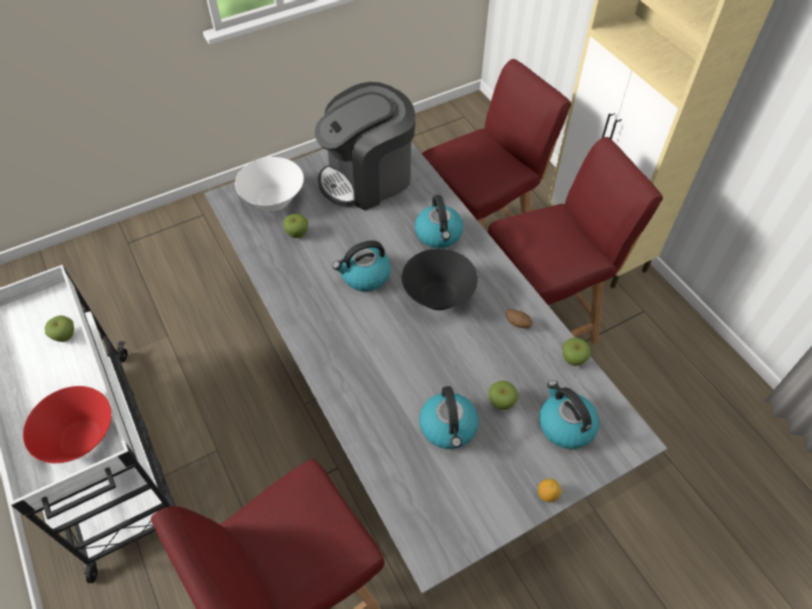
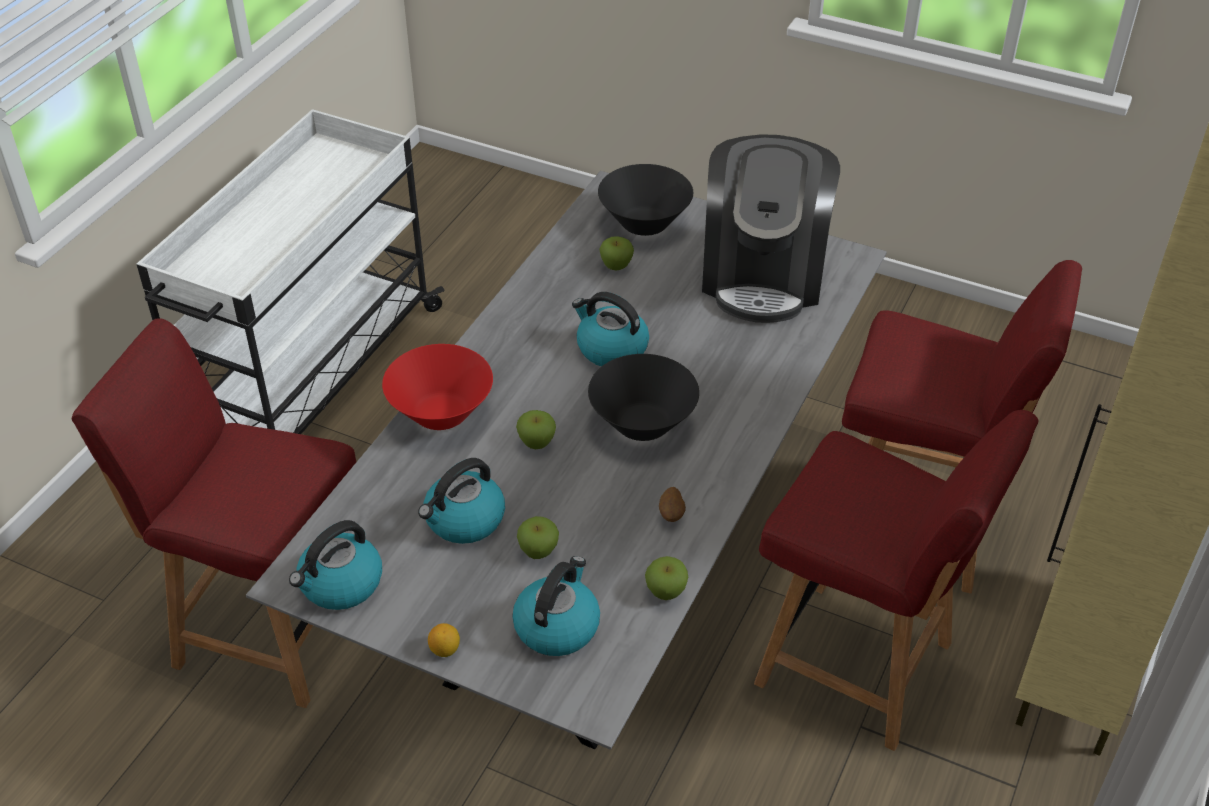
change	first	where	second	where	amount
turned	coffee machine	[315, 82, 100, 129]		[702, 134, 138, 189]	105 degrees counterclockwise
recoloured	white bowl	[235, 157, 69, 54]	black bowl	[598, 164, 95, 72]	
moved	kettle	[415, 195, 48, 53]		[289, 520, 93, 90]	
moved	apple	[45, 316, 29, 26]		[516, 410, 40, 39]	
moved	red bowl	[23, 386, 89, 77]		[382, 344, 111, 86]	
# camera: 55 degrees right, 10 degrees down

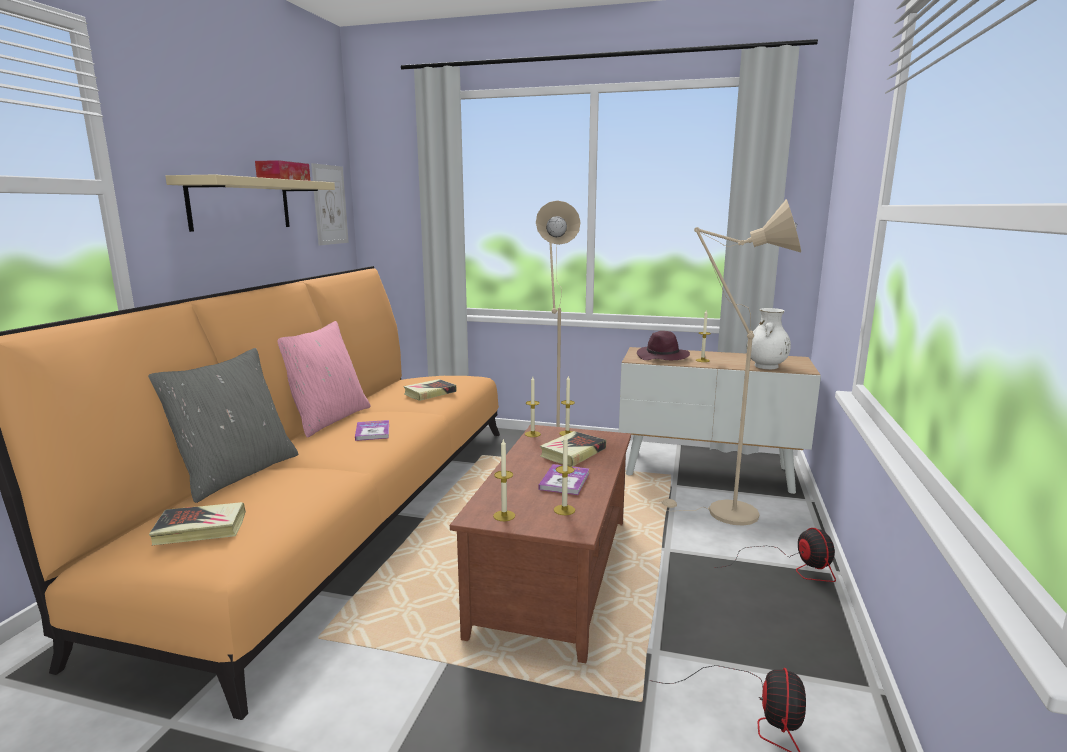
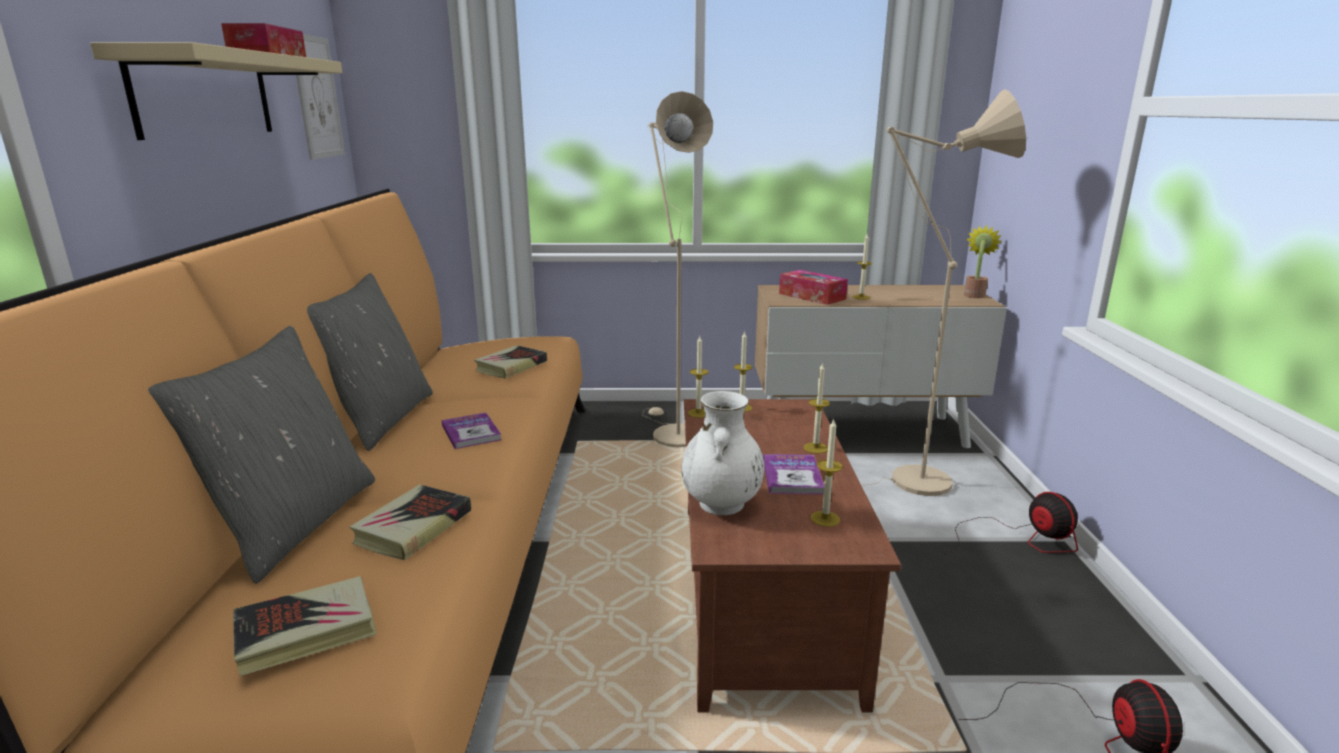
change	first	where	second	where	amount
moved	white vase	[747, 308, 44, 61]		[682, 391, 82, 124]	
recoloured	pink pillow	[278, 321, 93, 117]	grey pillow	[307, 273, 126, 178]	
replaced	purple hat	[637, 331, 53, 29]	tissue box	[779, 270, 69, 35]	
moved	book	[540, 431, 66, 35]		[349, 484, 122, 77]	
moved	candle	[493, 439, 22, 82]		[804, 362, 26, 92]	
added			potted plant	[964, 225, 38, 73]	
# camera: 15 degrees left, 5 degrees up

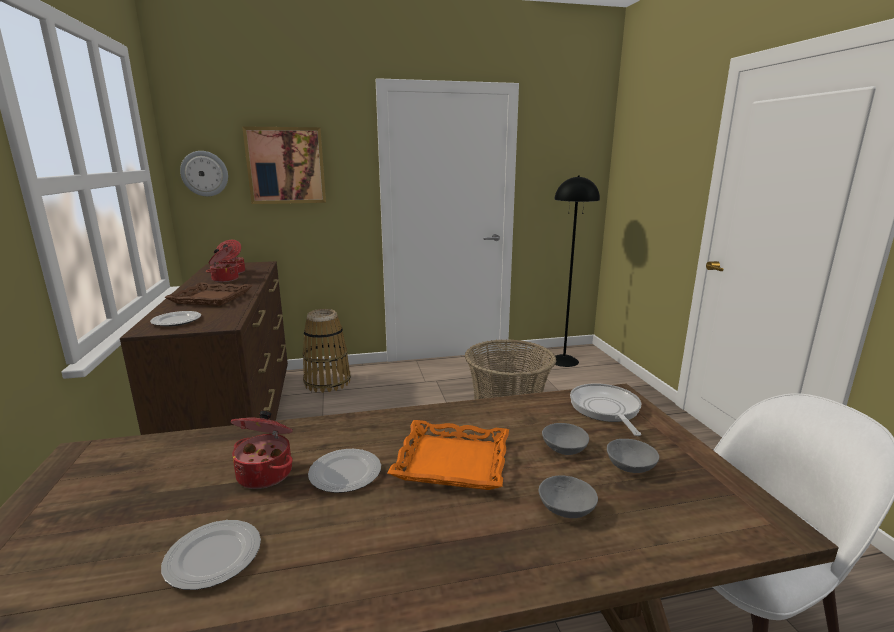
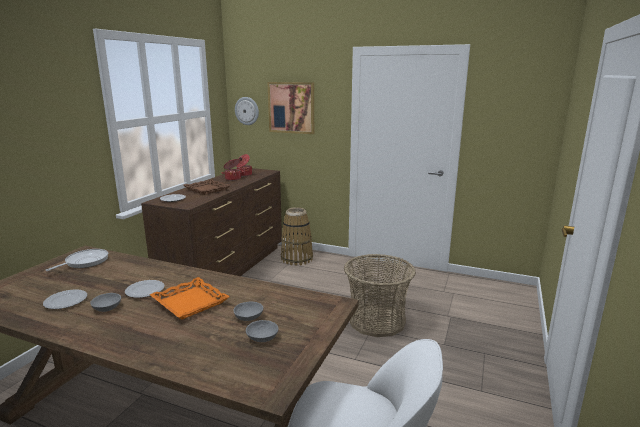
change	first	where	second	where	amount
removed	black floor lamp	[550, 176, 50, 191]			
moved	frying pan	[570, 383, 71, 53]		[45, 249, 63, 22]	
removed	cooking pot	[231, 411, 62, 78]			
moved	grey bowl	[538, 475, 60, 43]		[90, 293, 31, 19]	
# camera: 35 degrees right, 0 degrees up

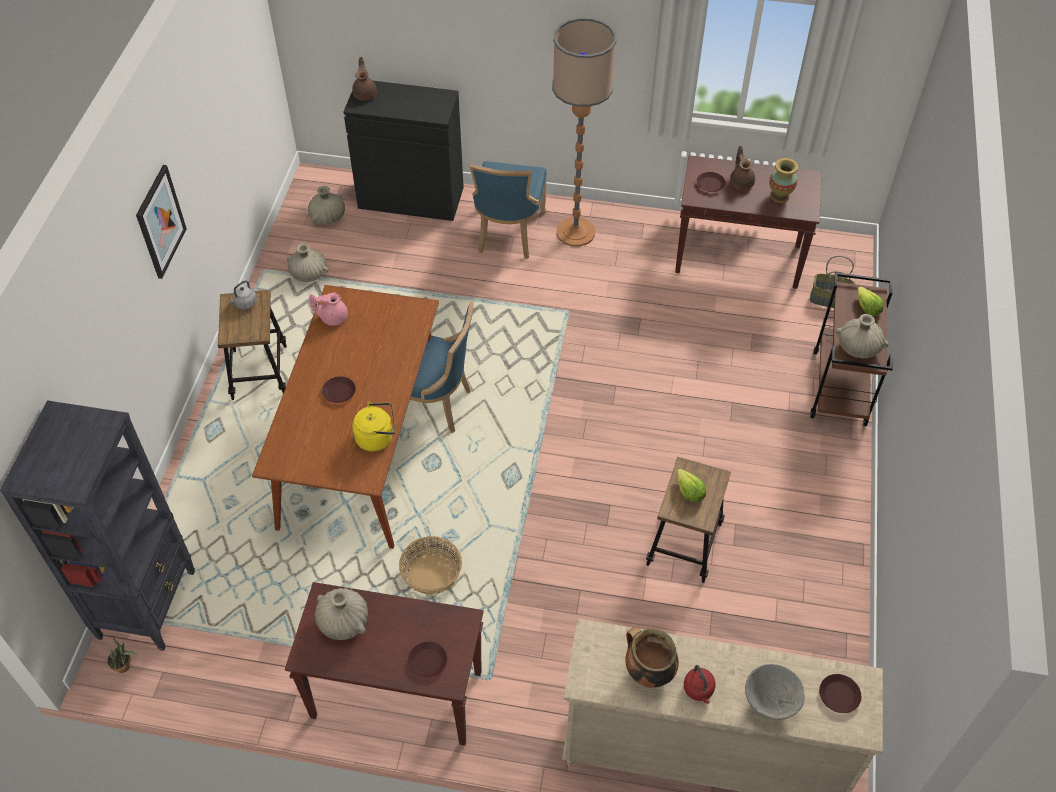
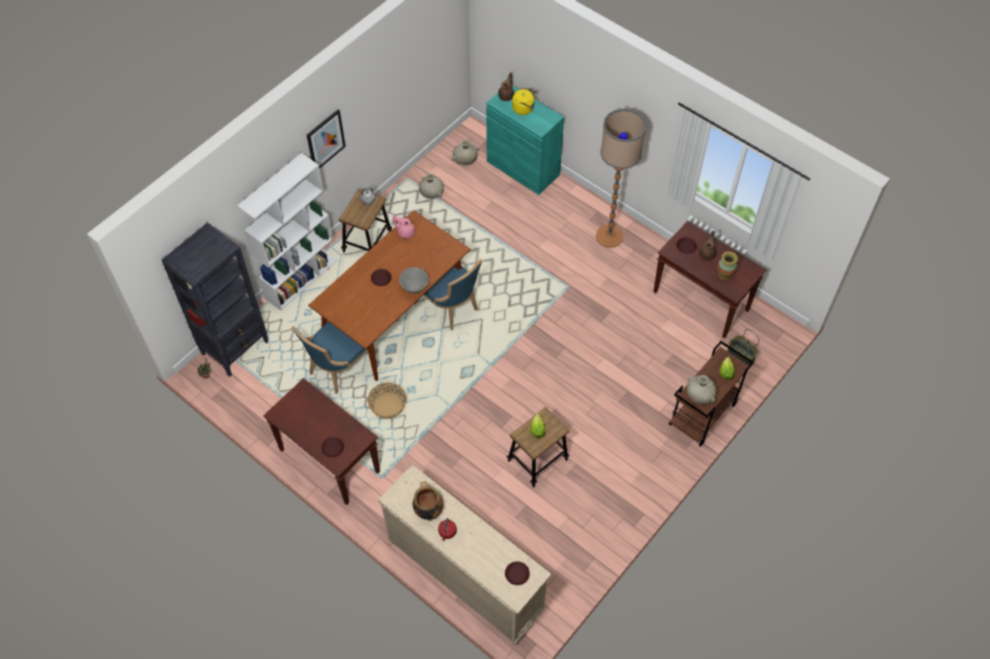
change	first	where	second	where	amount
recoloured	black cabinet	[343, 81, 121, 140]	turquoise cabinet	[486, 85, 78, 110]	
moved	blue chair	[470, 161, 77, 98]		[291, 321, 86, 73]	
moved	yellow kettle	[352, 402, 43, 49]		[512, 88, 26, 27]	
removed	beige vase	[315, 588, 53, 52]			
moved	grey bowl	[745, 664, 60, 56]		[399, 267, 30, 27]	
added			white bookcase	[237, 153, 100, 158]	
# camera: 30 degrees right, 5 degrees up

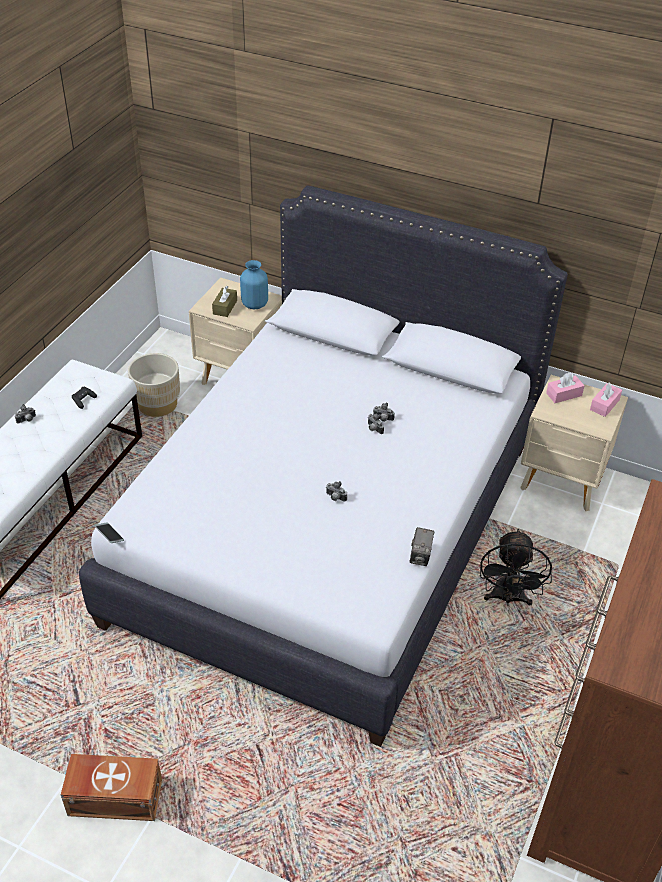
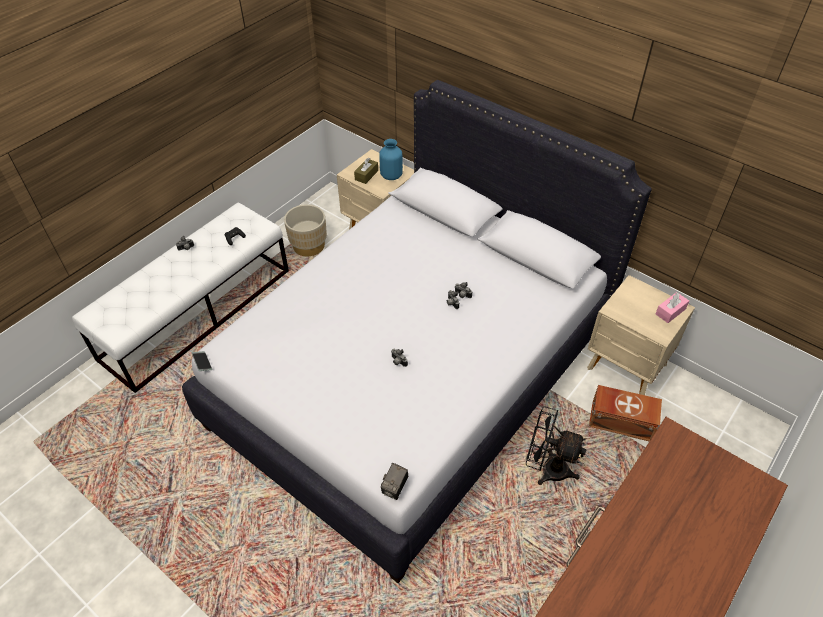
change	first	where	second	where	amount
removed	pink tissue box	[546, 373, 39, 30]			
moved	photo camera	[410, 527, 25, 39]		[381, 463, 27, 37]	
turned	black fan	[480, 529, 72, 77]		[526, 406, 61, 79]	90 degrees clockwise
moved	brown storage box	[61, 754, 101, 67]		[589, 385, 73, 56]	
# camera: 15 degrees right, 5 degrees up

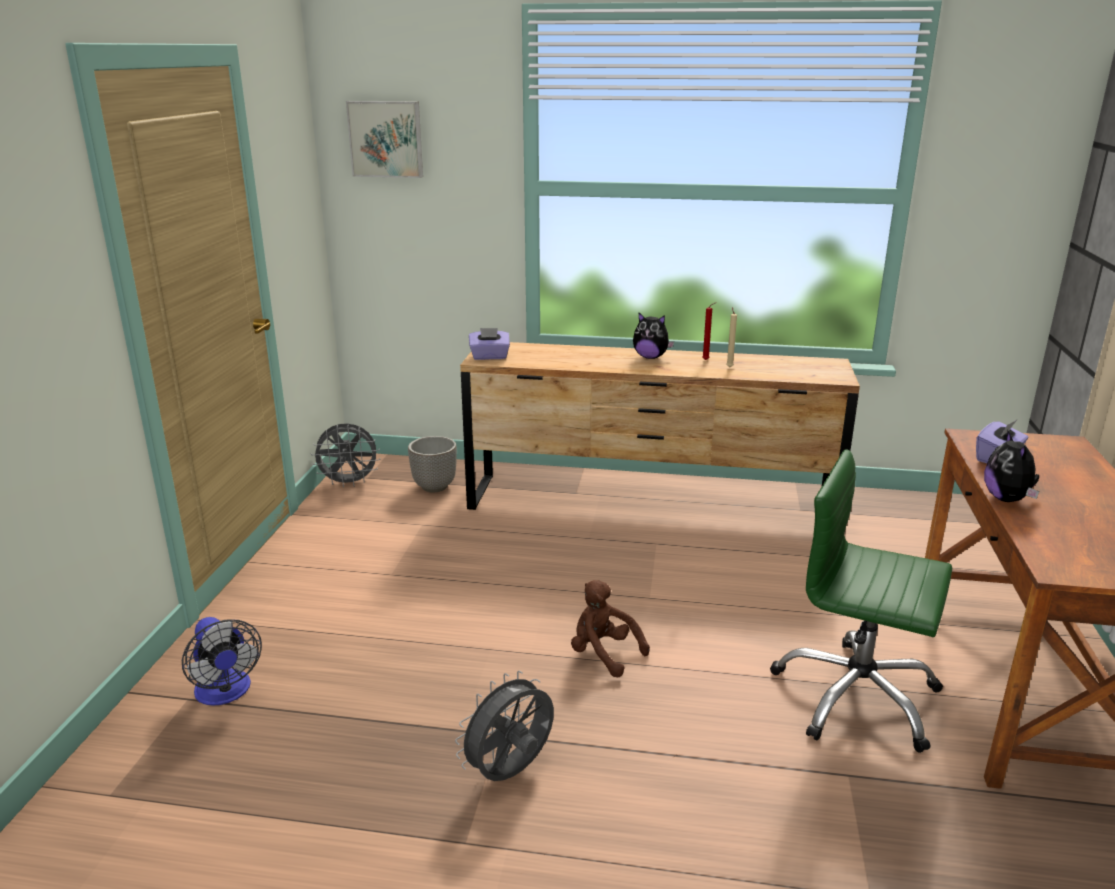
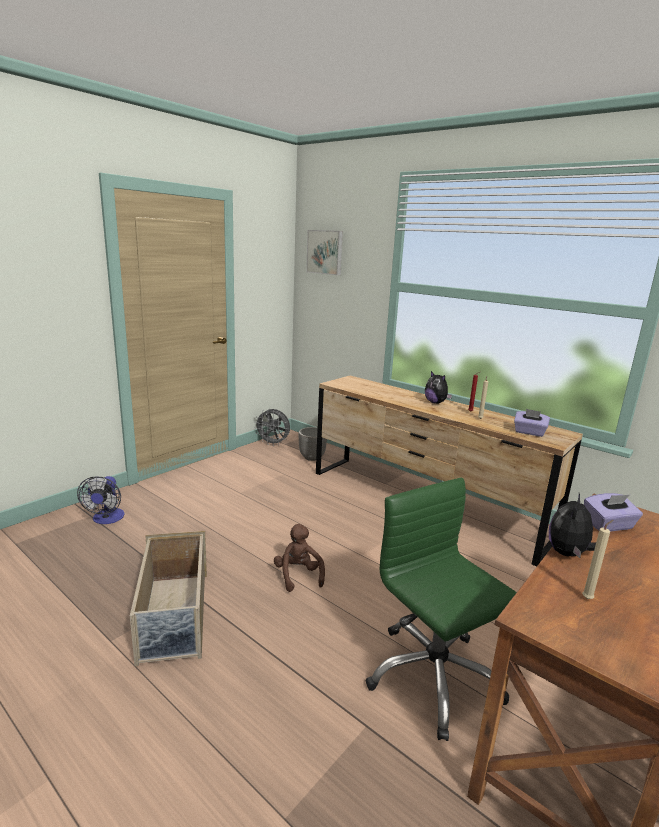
change	first	where	second	where	amount
moved	purple tissue box	[469, 328, 41, 32]		[514, 409, 36, 28]	
replaced	grey fan	[455, 671, 99, 110]	beige storage box	[130, 531, 77, 135]	
added			beige candle	[582, 520, 31, 79]	
# camera: 30 degrees right, 5 degrees down

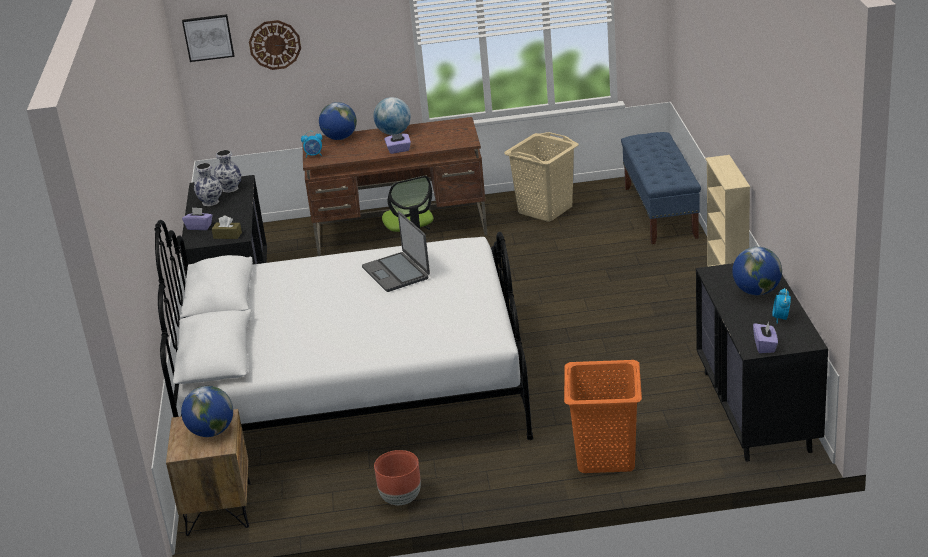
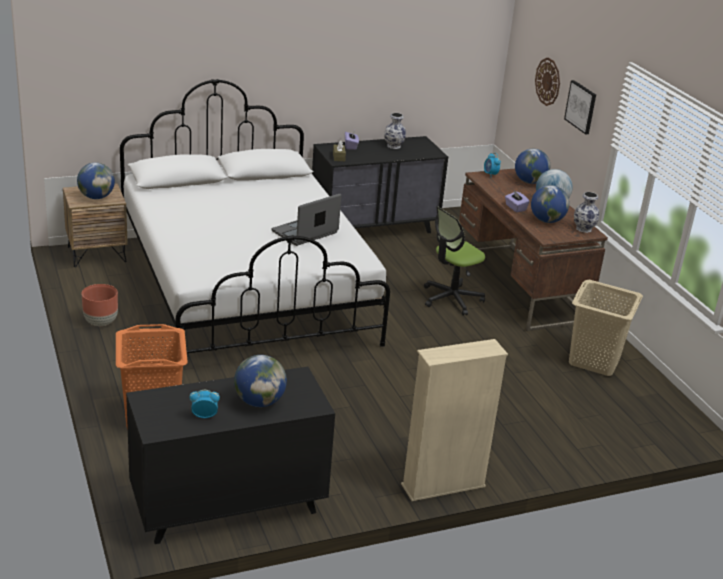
change	first	where	second	where	amount
moved	picture	[182, 14, 52, 48]		[564, 80, 32, 55]	
removed	blue bench	[621, 132, 80, 112]			
moved	vase	[214, 150, 27, 43]		[574, 192, 25, 41]	
removed	purple tissue box	[753, 321, 25, 32]			
added			globe	[531, 185, 38, 38]	
# camera: 70 degrees right, 0 degrees up

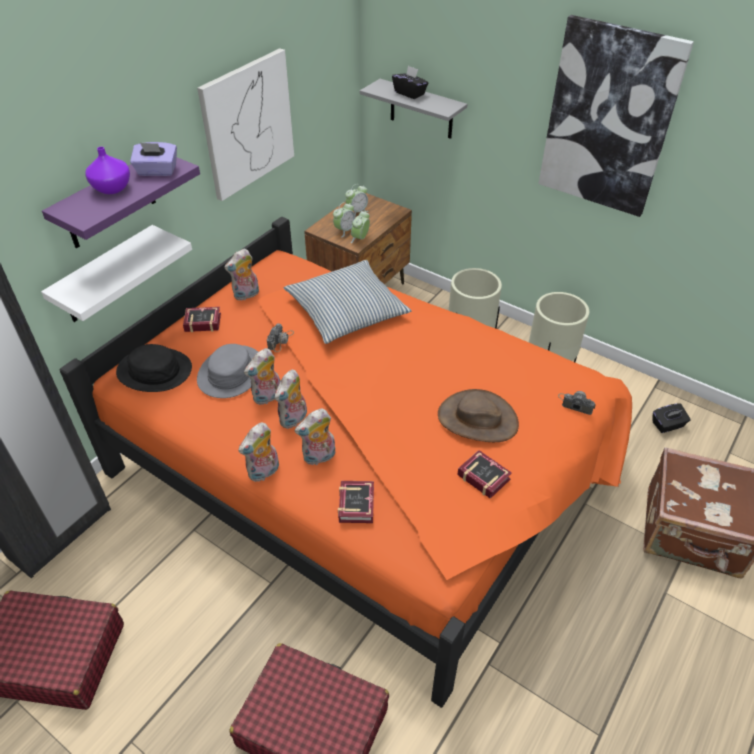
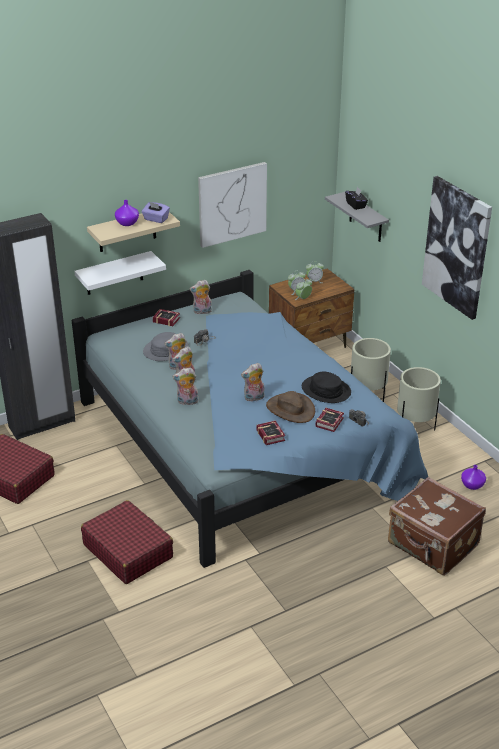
change	first	where	second	where	amount
recoloured	purple shelf	[42, 157, 158, 91]	beige shelf	[87, 212, 93, 40]	
recoloured	orange bed	[60, 216, 572, 492]	blue bed	[72, 270, 356, 298]	
removed	pillow	[284, 260, 127, 84]			
moved	black hat	[116, 344, 76, 48]		[302, 372, 49, 31]	
replaced	black tissue box	[653, 404, 38, 29]	purple vase	[461, 465, 25, 25]	
moved	plush toy	[238, 422, 41, 60]		[241, 363, 24, 39]	
moved	book	[338, 481, 36, 42]		[315, 408, 29, 24]	
# camera: 25 degrees right, 10 degrees down

